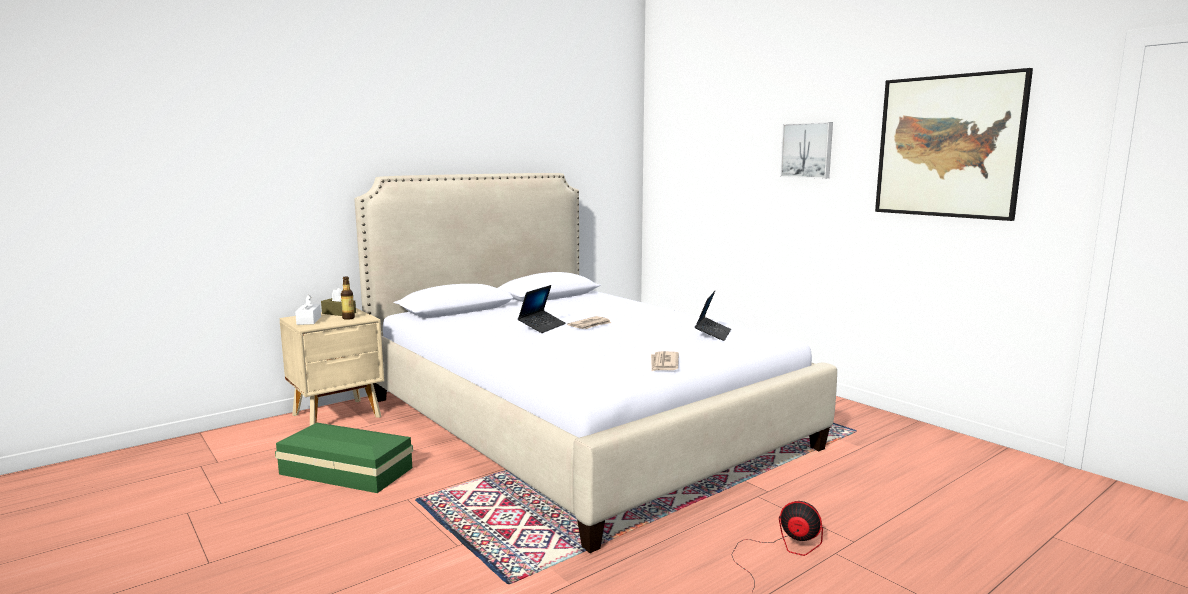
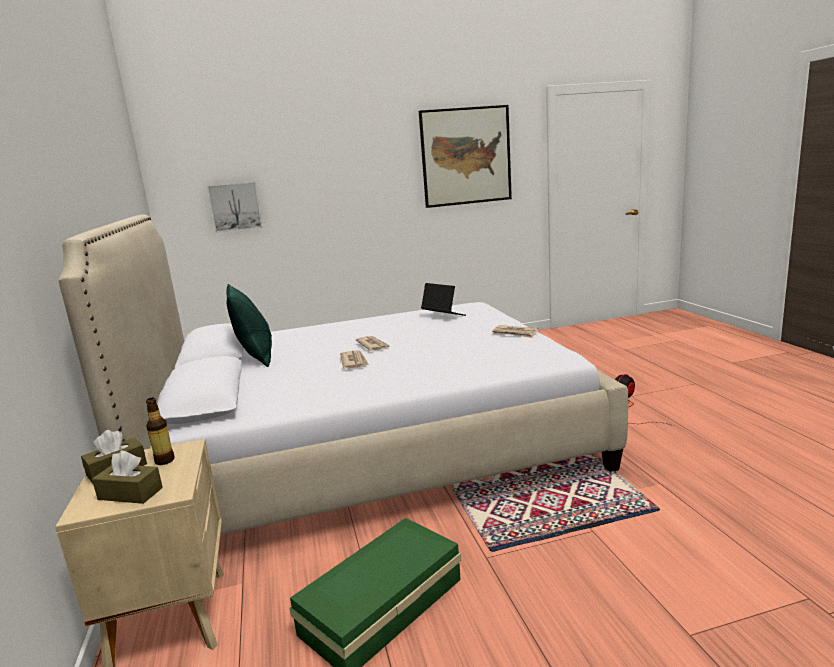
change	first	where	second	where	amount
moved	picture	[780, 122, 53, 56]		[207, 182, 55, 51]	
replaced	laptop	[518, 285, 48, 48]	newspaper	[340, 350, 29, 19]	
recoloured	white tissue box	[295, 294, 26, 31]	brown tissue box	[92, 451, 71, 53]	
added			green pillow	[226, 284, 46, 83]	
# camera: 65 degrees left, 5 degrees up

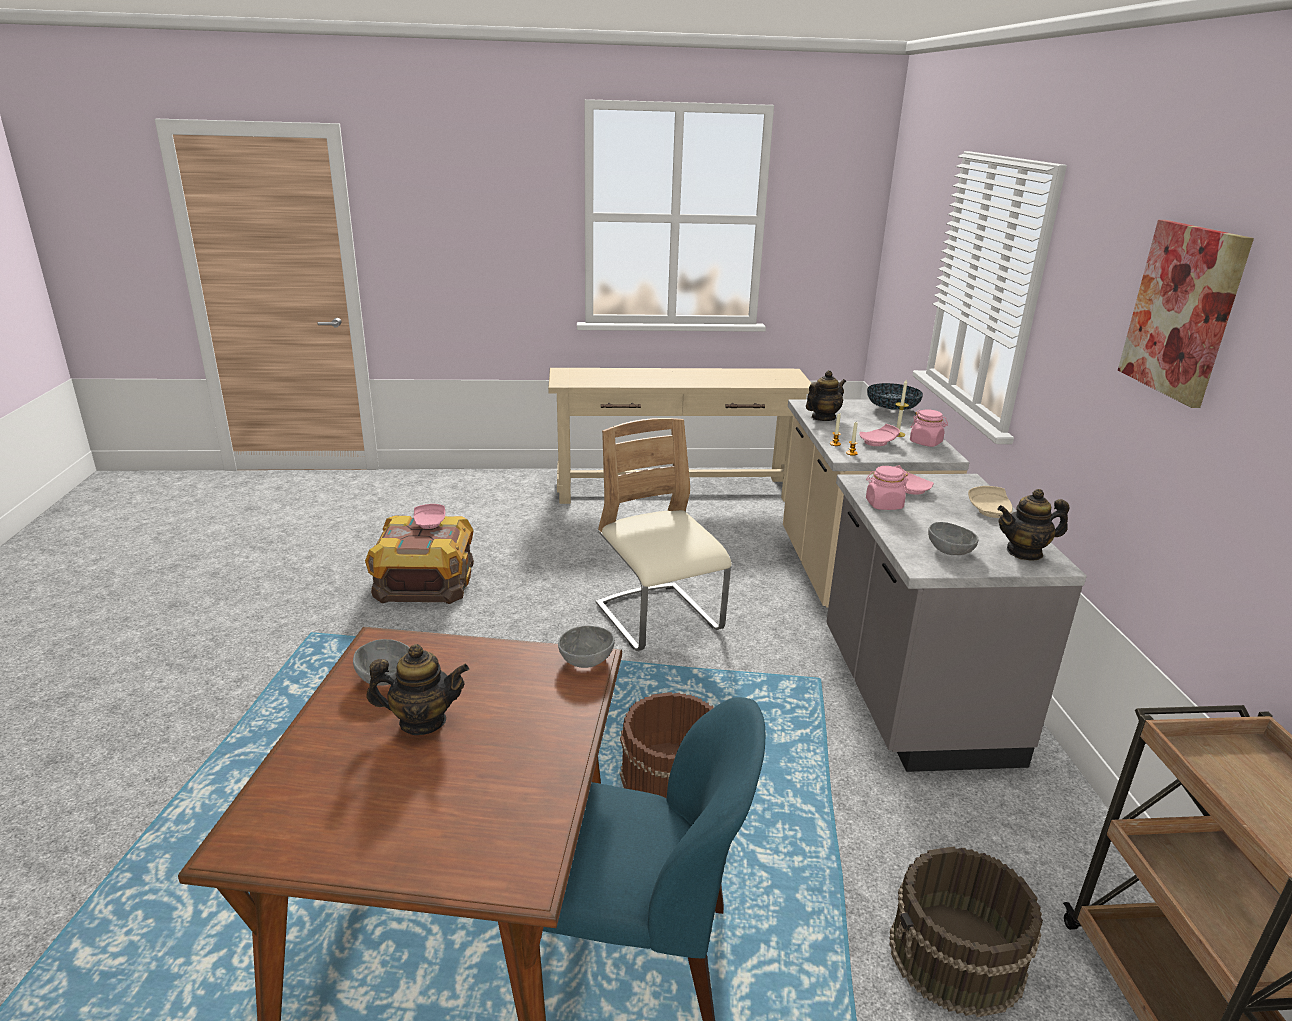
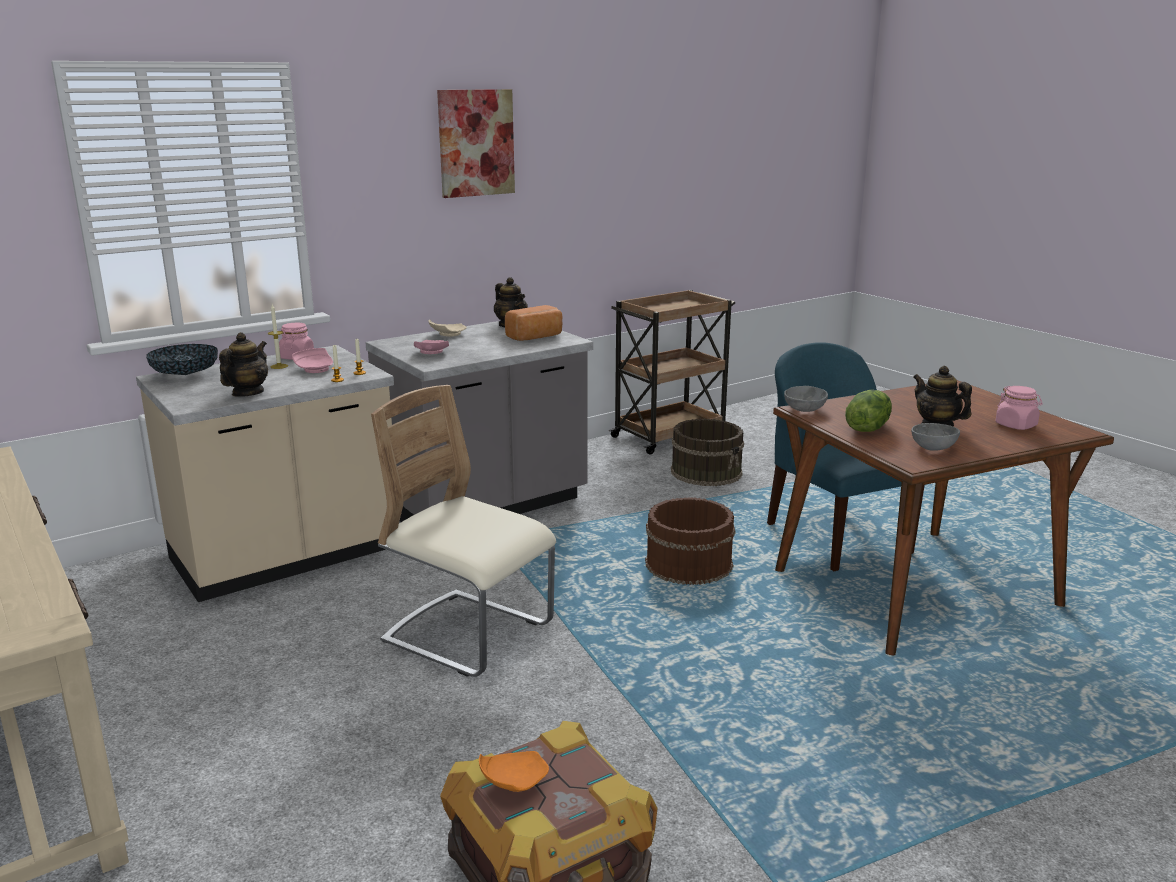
change	first	where	second	where	amount
turned	teapot	[806, 370, 40, 51]		[219, 332, 49, 65]	90 degrees clockwise
turned	beige chair	[596, 418, 136, 233]		[371, 385, 185, 292]	90 degrees clockwise
moved	pink jar	[866, 466, 42, 44]		[996, 386, 47, 44]	
recoloured	pink plate	[414, 504, 31, 25]	orange plate	[479, 751, 70, 41]	
replaced	grey bowl	[928, 522, 51, 33]	bread	[505, 305, 58, 36]	
added			lettuce	[845, 390, 47, 42]	
# camera: 120 degrees left, 5 degrees down

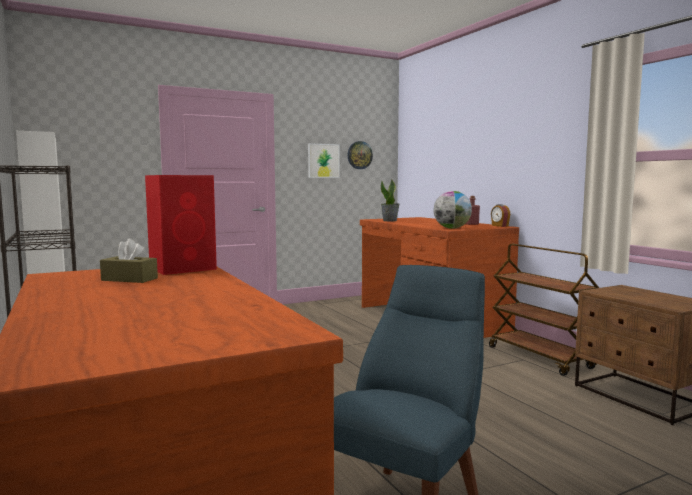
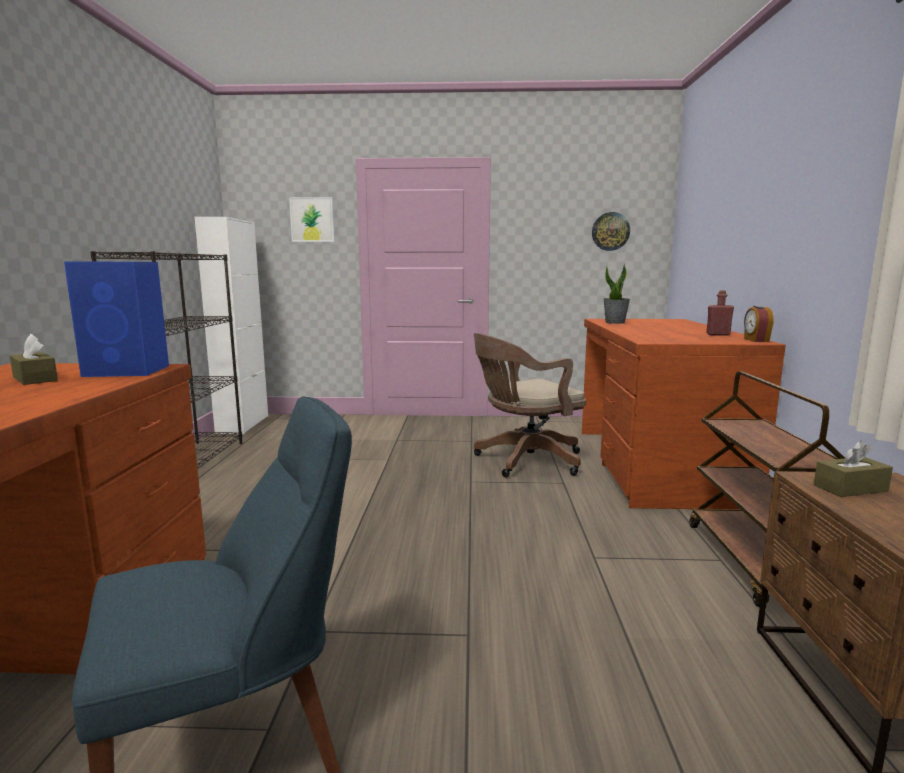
change	first	where	second	where	amount
moved	picture	[308, 143, 32, 35]		[289, 197, 45, 45]	
recoloured	red speaker	[145, 175, 72, 100]	blue speaker	[64, 262, 105, 115]	
removed	globe	[434, 191, 38, 38]			
added			brown office chair	[474, 333, 112, 144]	
added			brown tissue box	[814, 440, 79, 57]	
# camera: 30 degrees right, 5 degrees up

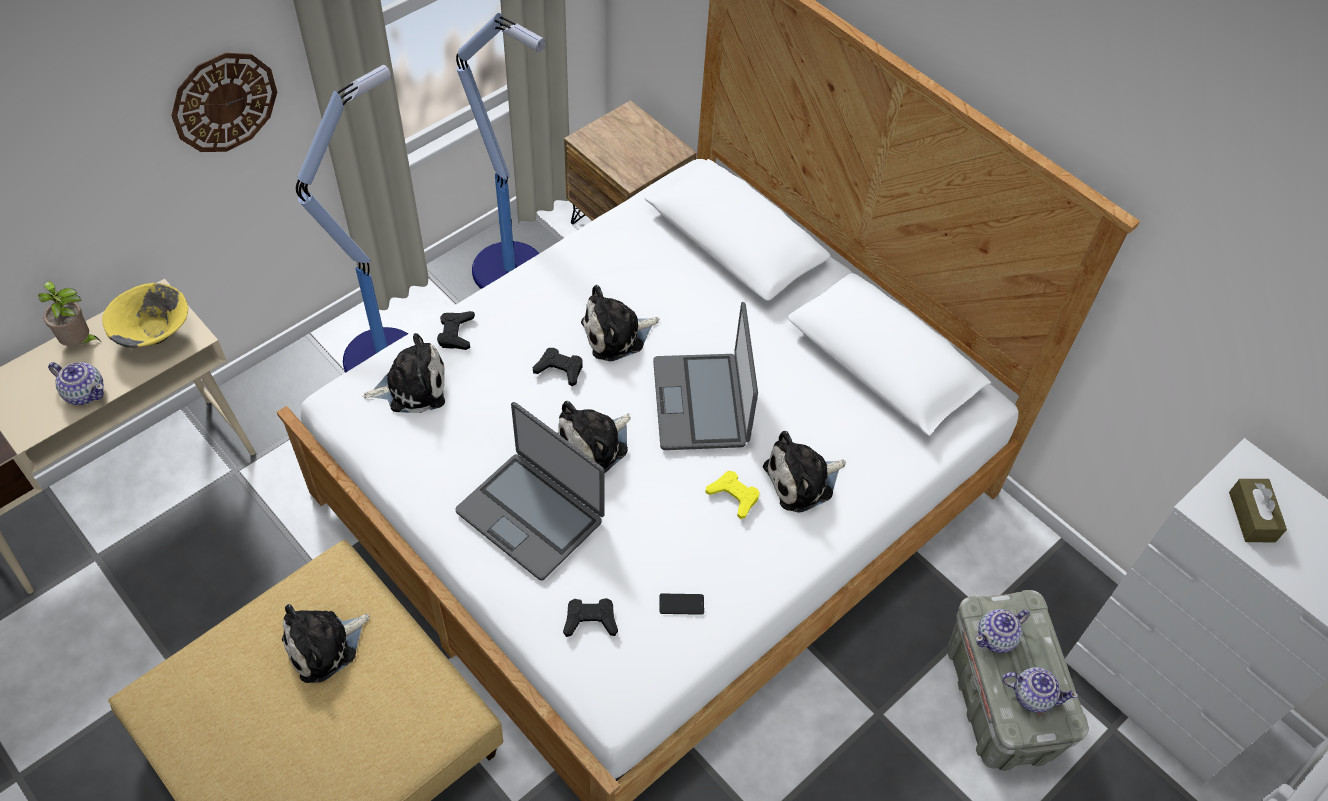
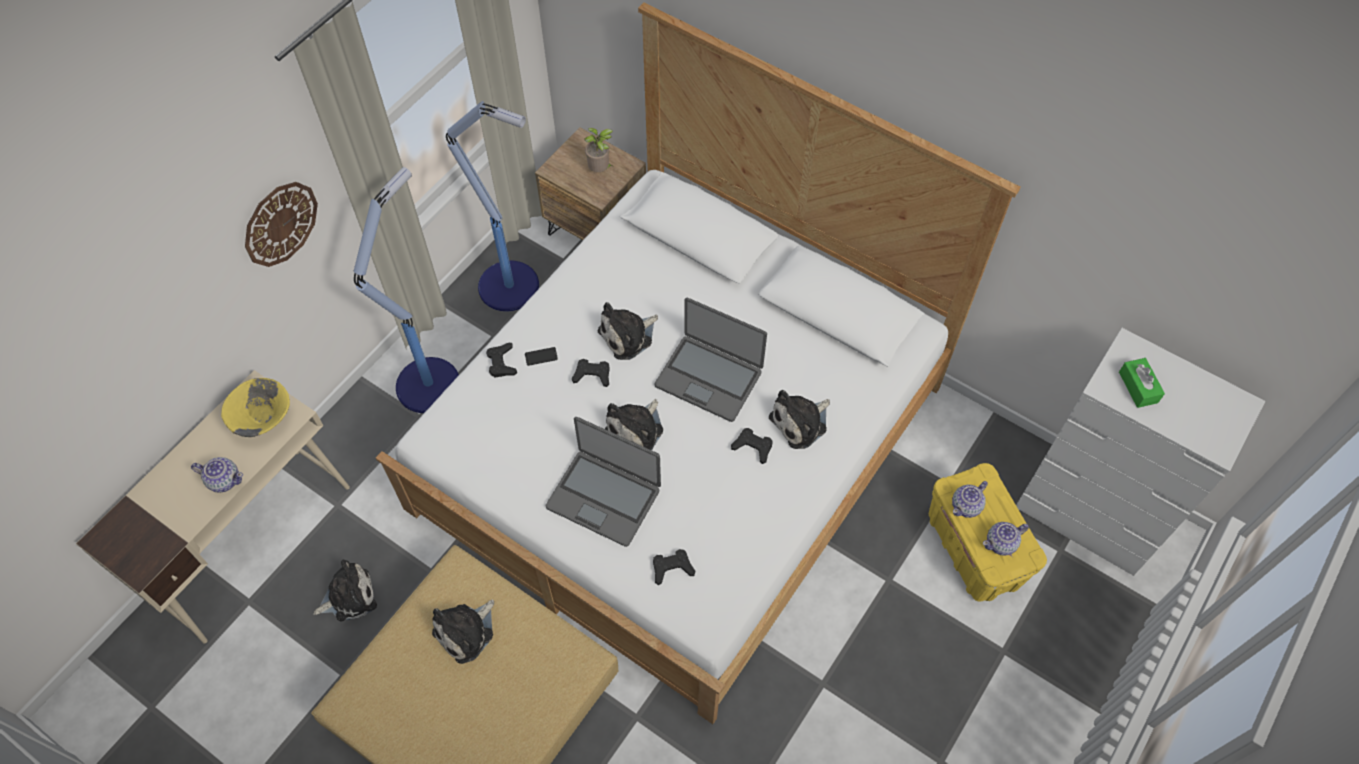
change	first	where	second	where	amount
moved	potted plant	[38, 281, 62, 65]		[584, 128, 29, 44]	
turned	laptop	[653, 302, 105, 148]		[655, 298, 112, 124]	45 degrees counterclockwise
moved	plush toy	[363, 333, 82, 80]		[313, 560, 64, 62]	
recoloured	yellow game controller	[705, 471, 55, 48]	black game controller	[731, 428, 41, 36]	
recoloured	brown tissue box	[1229, 479, 58, 63]	green tissue box	[1119, 358, 46, 50]	
recoloured	grey storage box	[948, 590, 141, 181]	yellow storage box	[929, 463, 118, 139]	
moved	phone	[660, 594, 44, 21]		[525, 347, 33, 19]	
turned	teapot	[1002, 667, 76, 46]		[983, 522, 46, 34]	150 degrees clockwise
# camera: 10 degrees left, 5 degrees up

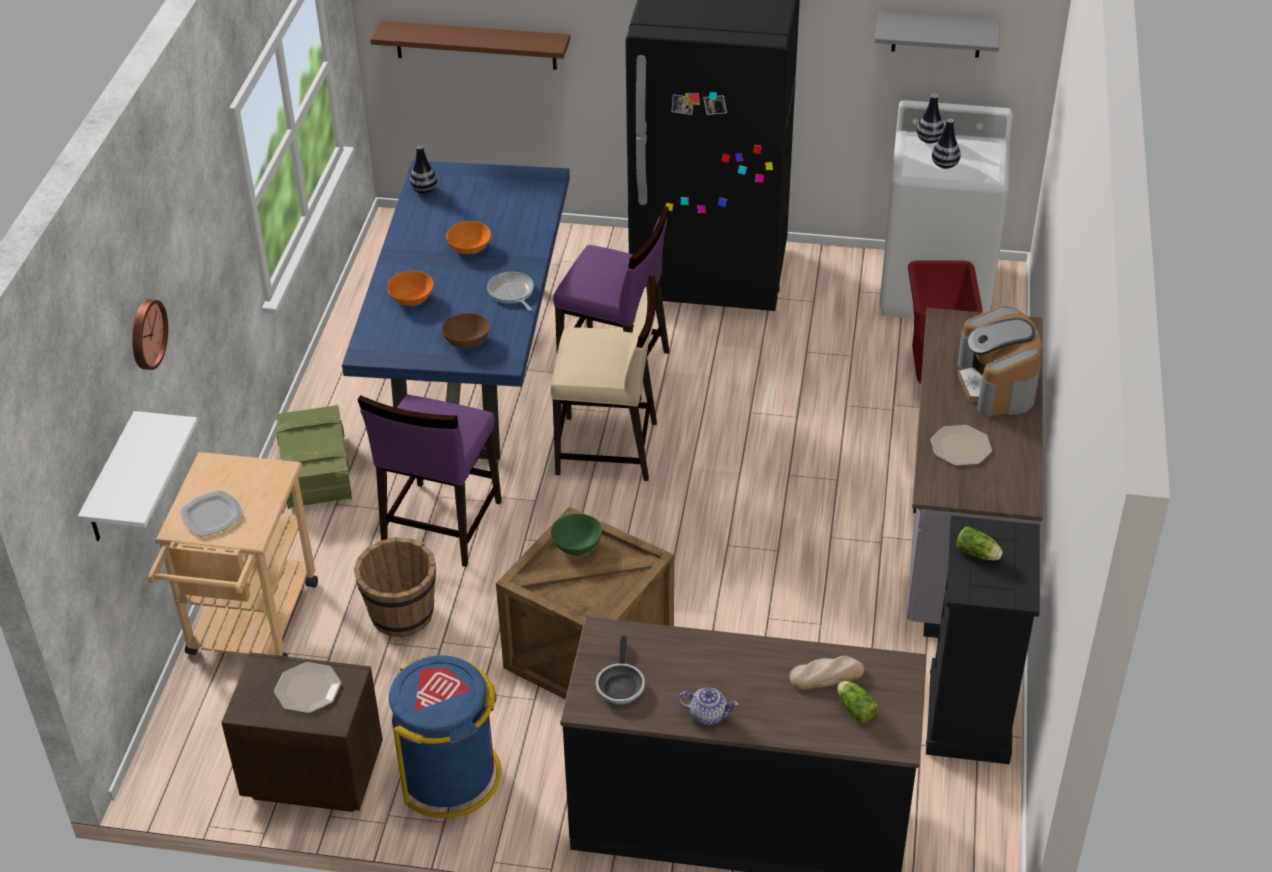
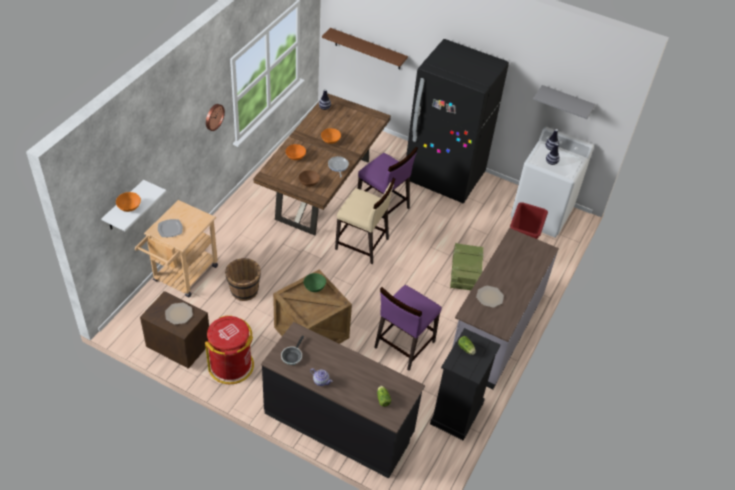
change	first	where	second	where	amount
recoloured	blue dining table	[342, 161, 228, 299]	brown dining table	[253, 93, 138, 142]	
moved	wall clock	[132, 299, 36, 71]		[206, 104, 19, 27]	
removed	coffee machine	[957, 306, 85, 111]			
moved	purple chair	[358, 395, 144, 172]		[374, 285, 68, 86]	
moved	crate	[276, 404, 76, 105]		[450, 243, 33, 47]	
recoloured	blue trash can	[389, 655, 112, 163]	red trash can	[205, 316, 49, 68]	
removed	bread	[789, 656, 75, 34]			
added			orange bowl	[116, 192, 25, 20]	
# camera: 15 degrees right, 5 degrees up

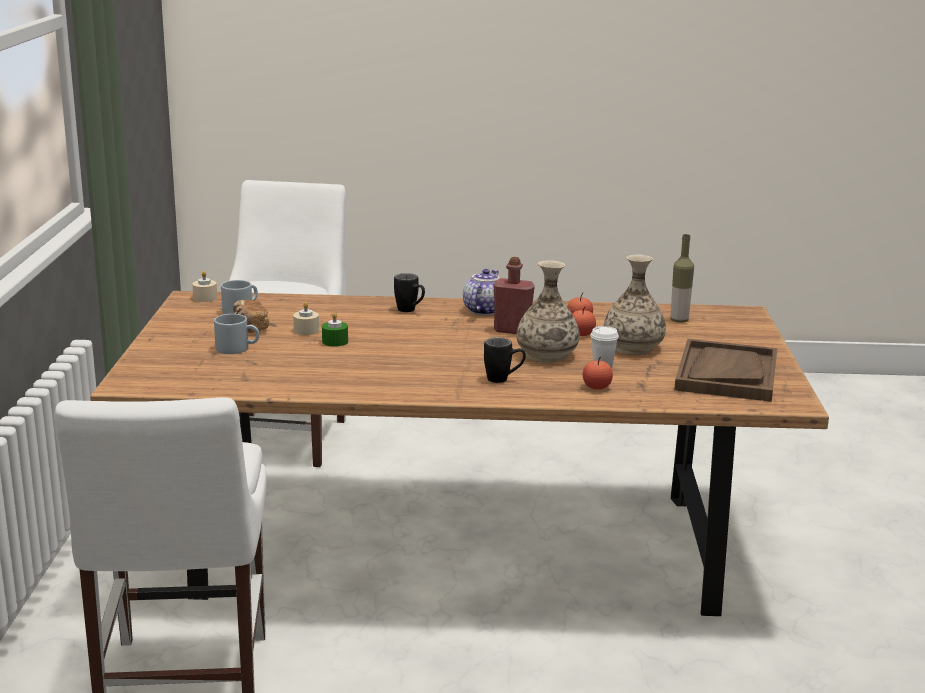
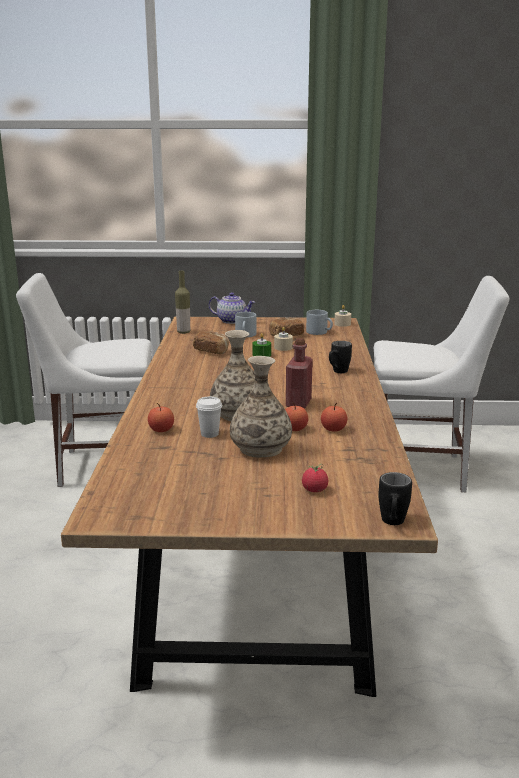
change	first	where	second	where	amount
moved	bottle	[670, 234, 24, 89]		[175, 271, 15, 63]	
moved	teapot	[463, 269, 36, 46]		[209, 292, 46, 32]	
moved	black mug	[484, 337, 42, 46]		[379, 472, 33, 53]	
removed	brown tray	[674, 339, 103, 63]			
added			bread	[193, 331, 36, 23]	
added			tomato	[302, 464, 26, 28]	
# camera: 90 degrees right, 0 degrees up

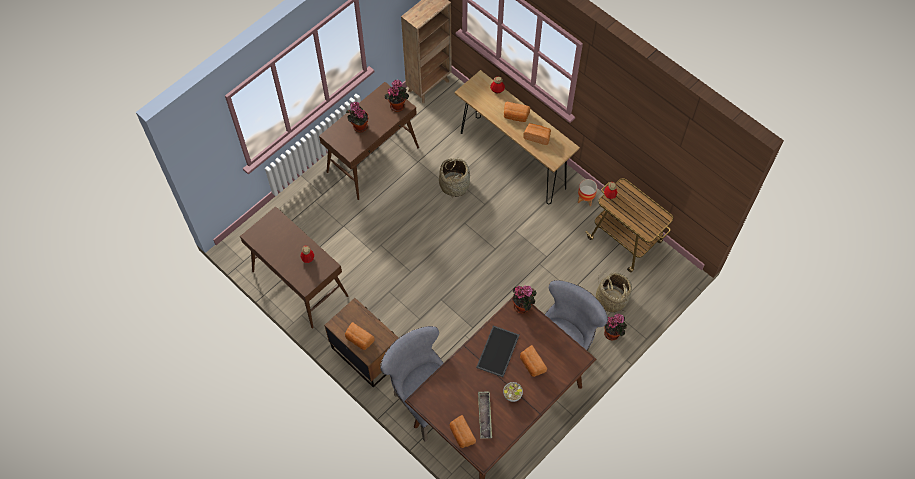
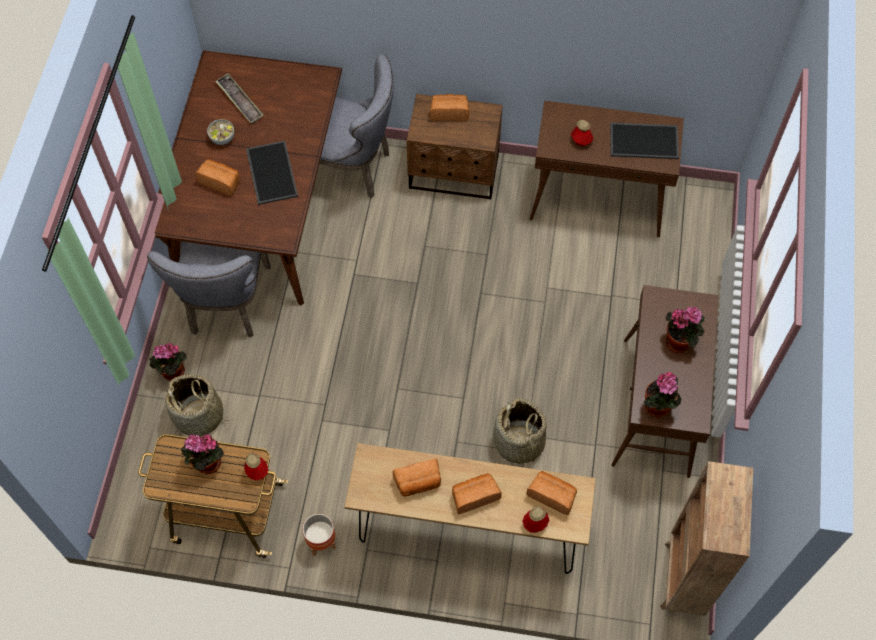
change	first	where	second	where	amount
moved	potted plant	[513, 285, 24, 29]		[181, 434, 43, 40]	
moved	bread	[450, 415, 26, 33]		[526, 471, 51, 44]	
added			tray	[610, 123, 69, 36]	
# camera: 145 degrees right, 0 degrees up

